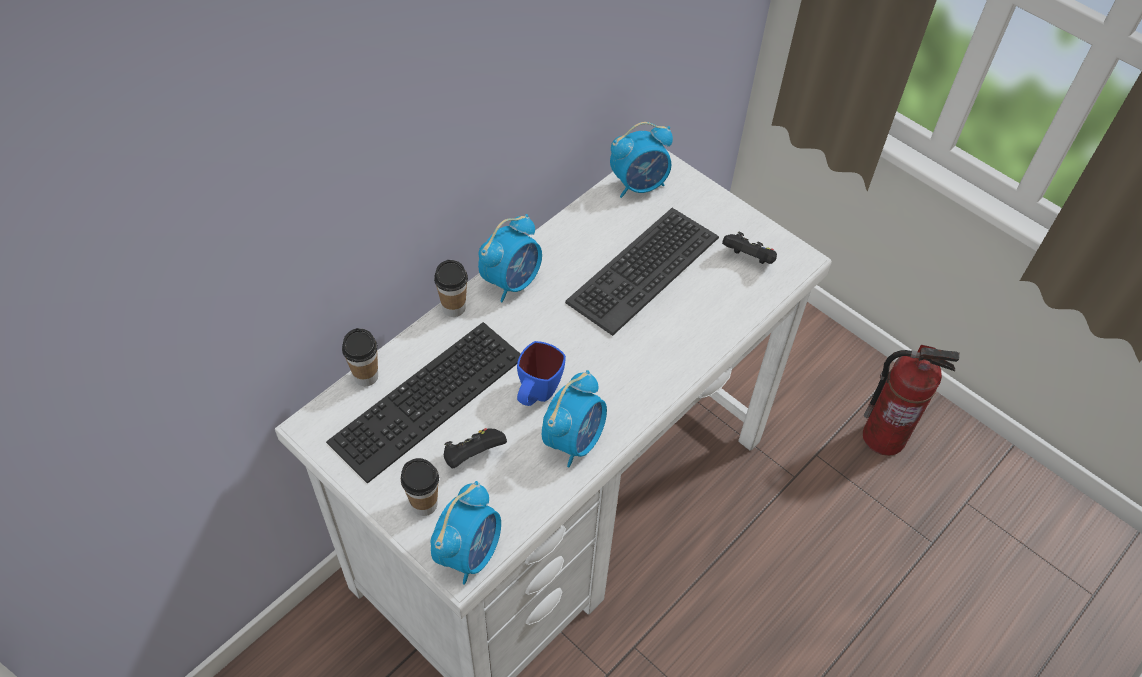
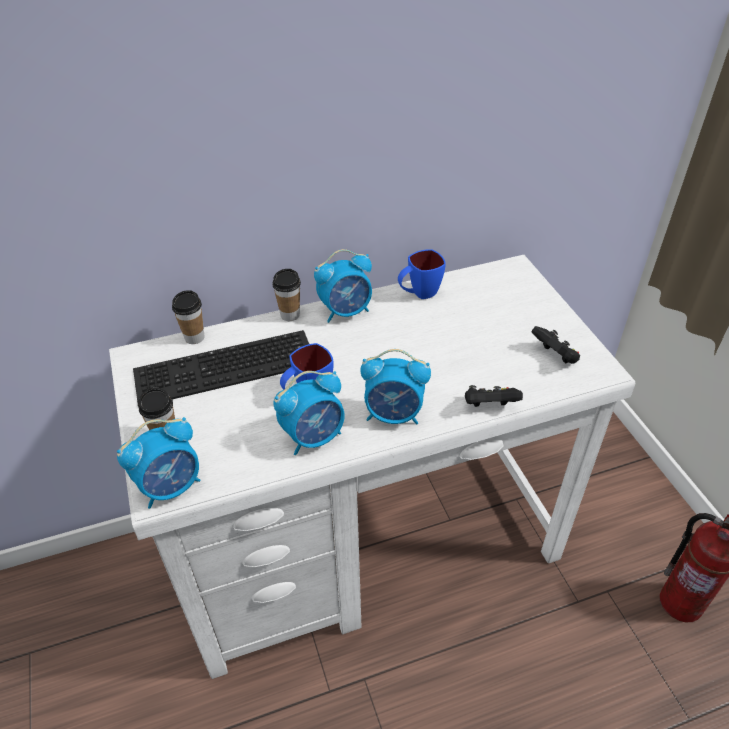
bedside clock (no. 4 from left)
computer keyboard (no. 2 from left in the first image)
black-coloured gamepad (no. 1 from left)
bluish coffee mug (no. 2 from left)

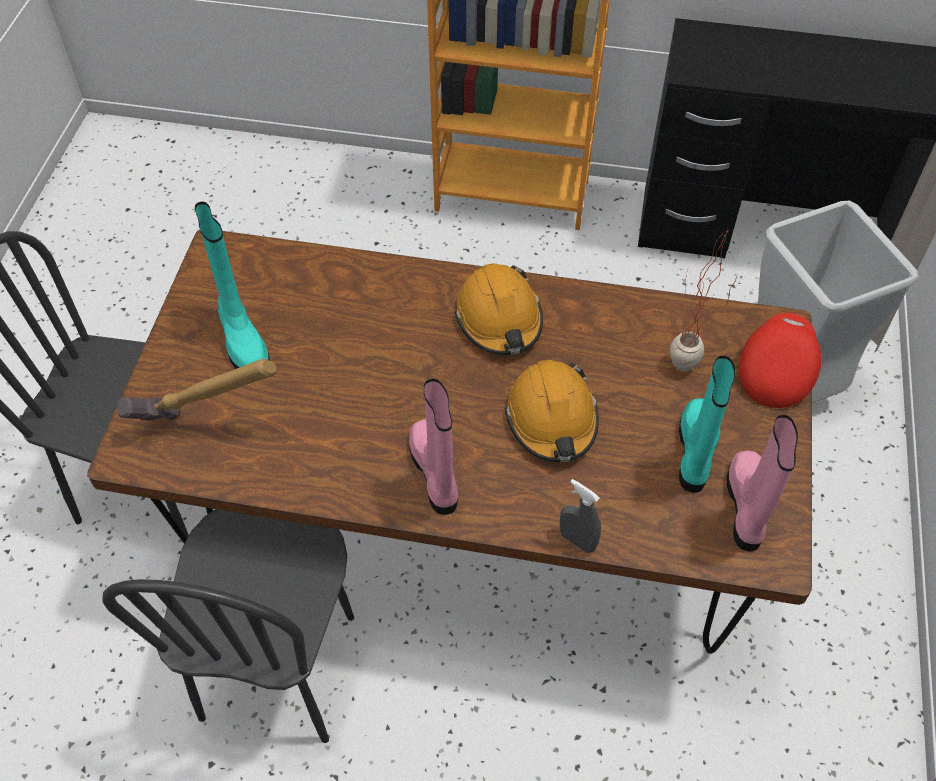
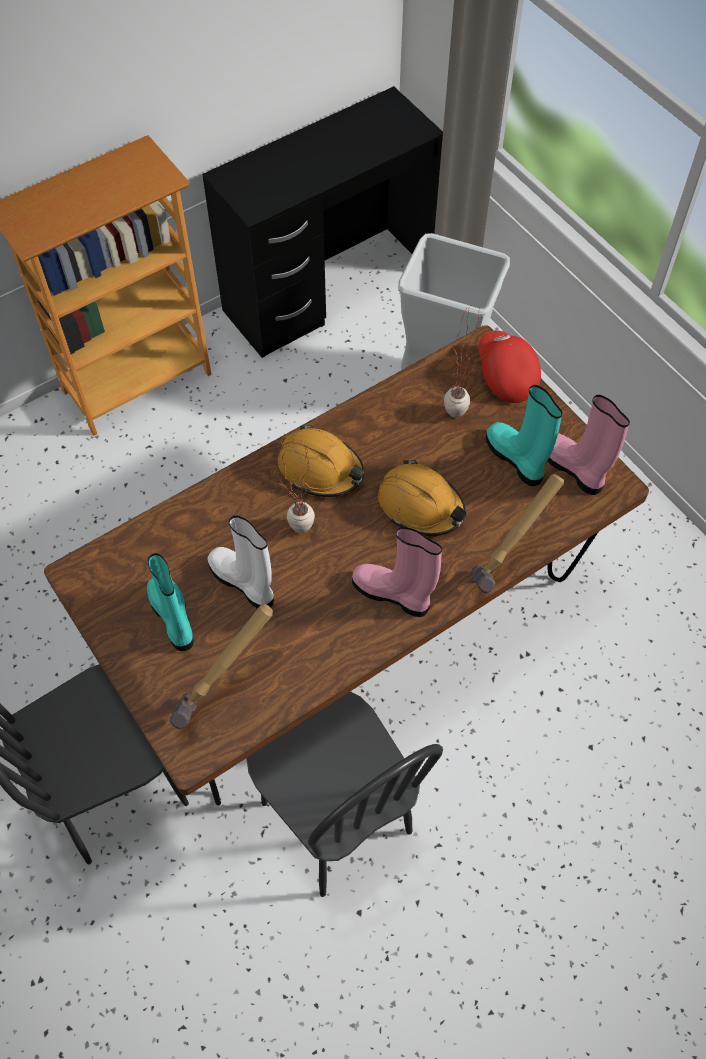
turquoise-coloured boot (no. 1 from left)
tool hammer (no. 2 from left)
potted plant (no. 1 from left)
whitish boot

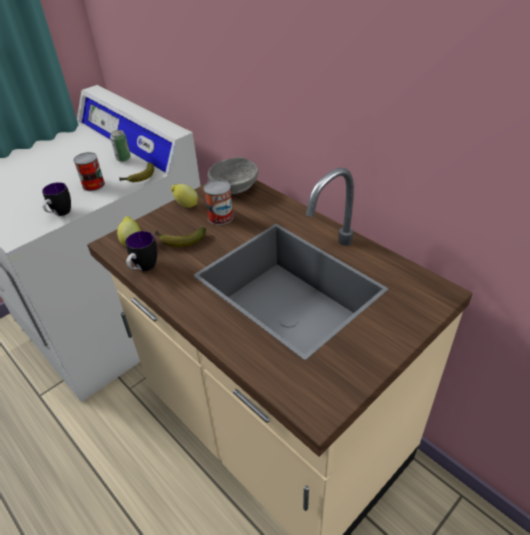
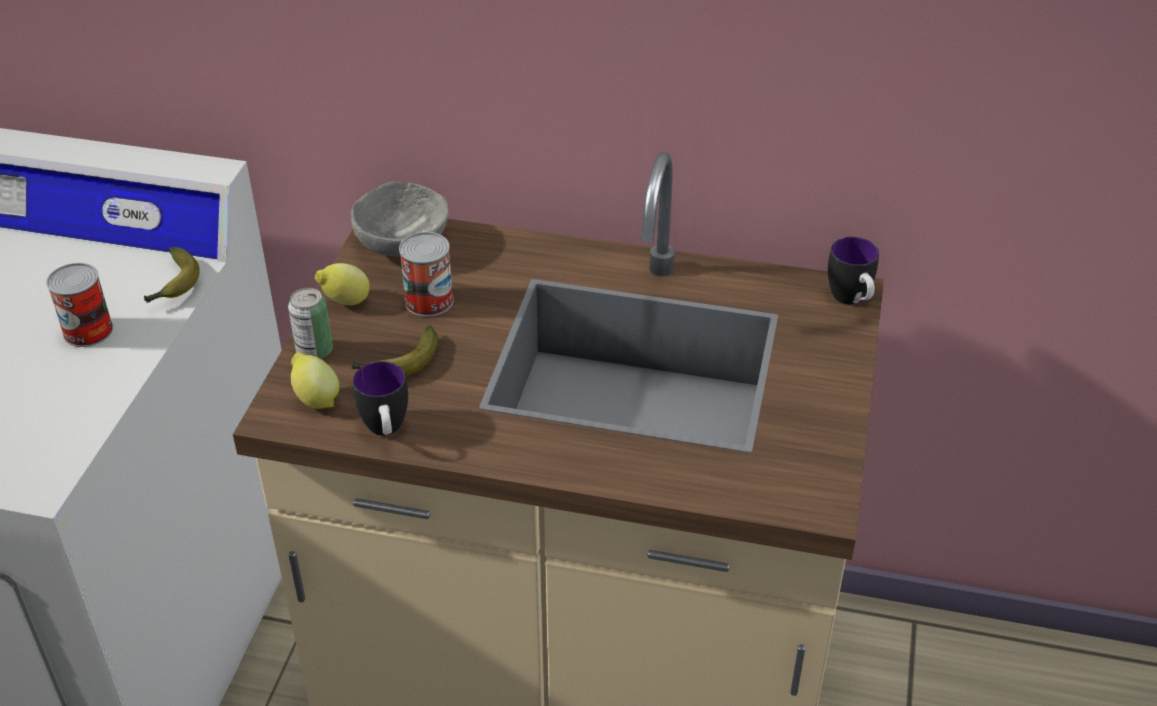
can (no. 2 from left)
coffee mug (no. 2 from left)

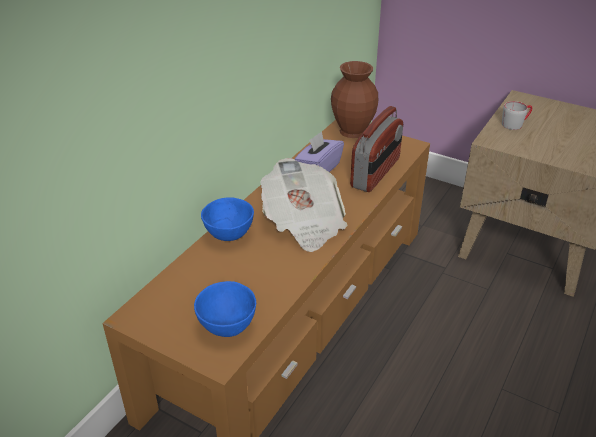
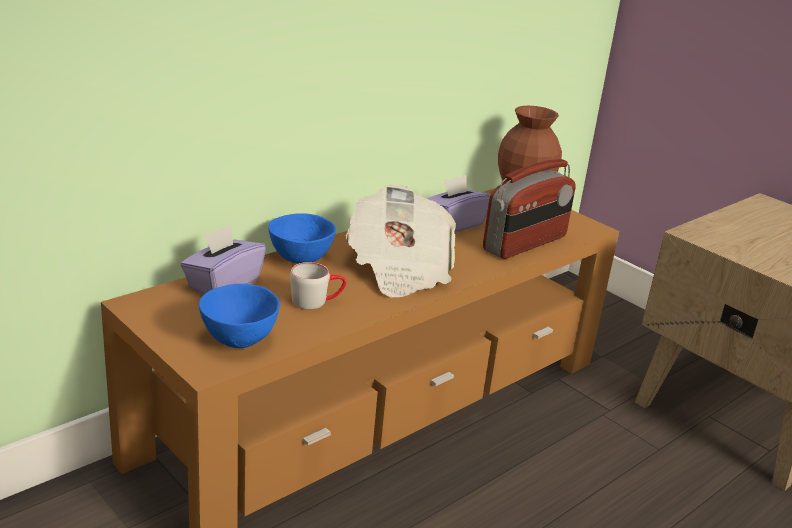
greyish coffee mug
purplish tissue holder (no. 1 from left)

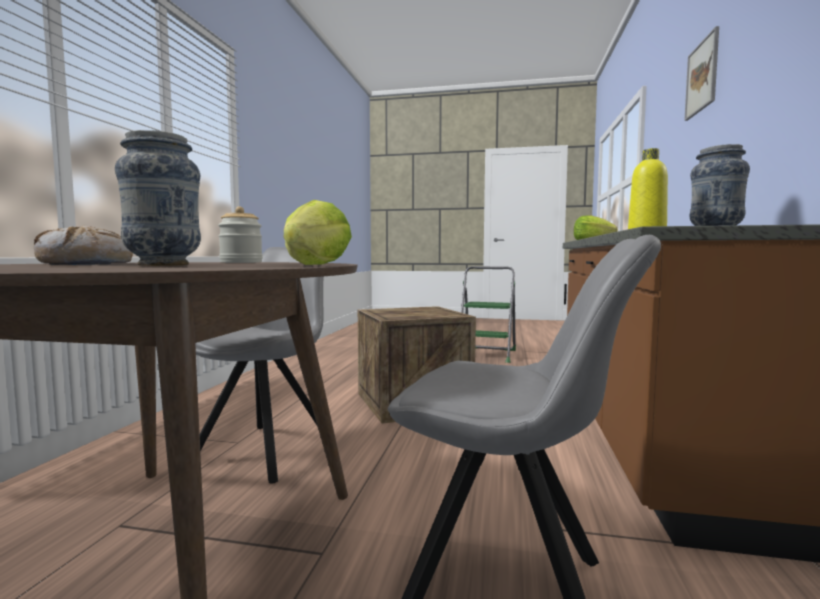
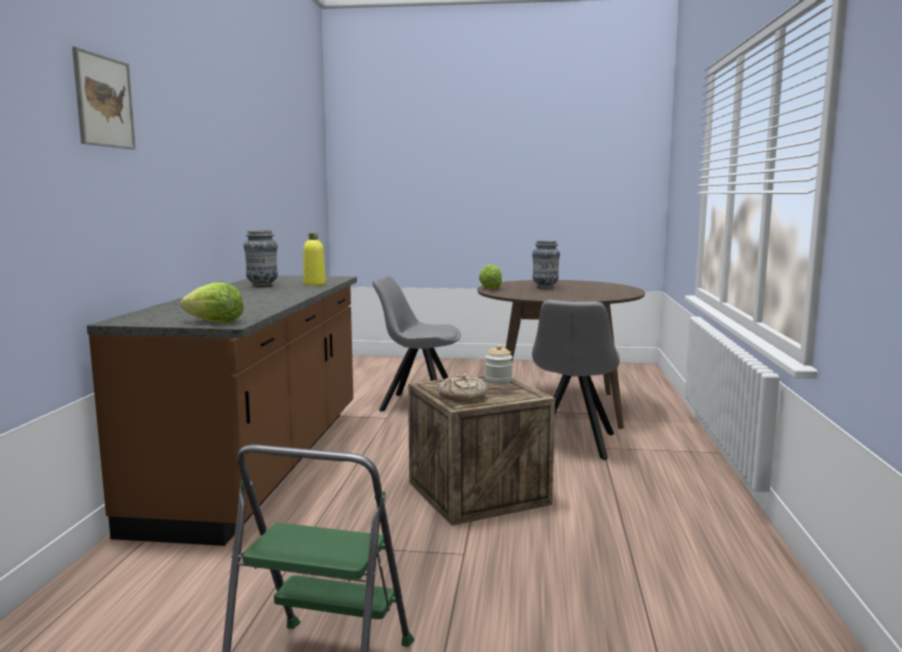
jar
baked bread

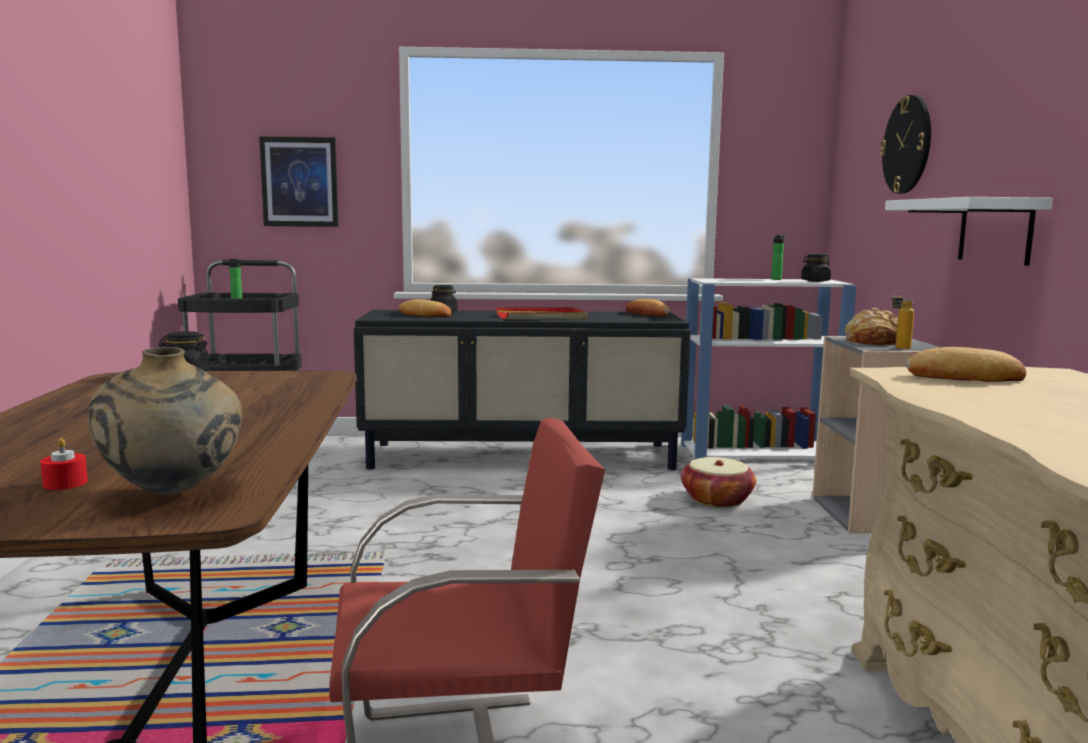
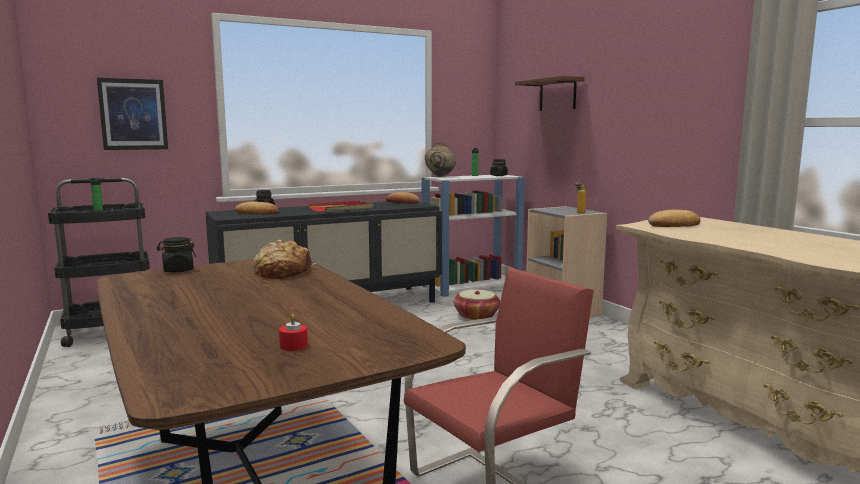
brownish shelf
whitish shelf
baked bread (no. 2 from left)
sand-coloured flower vase

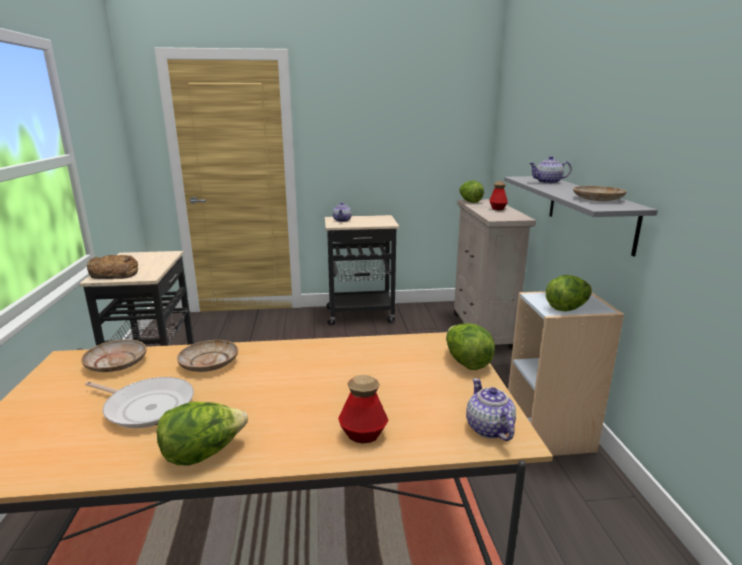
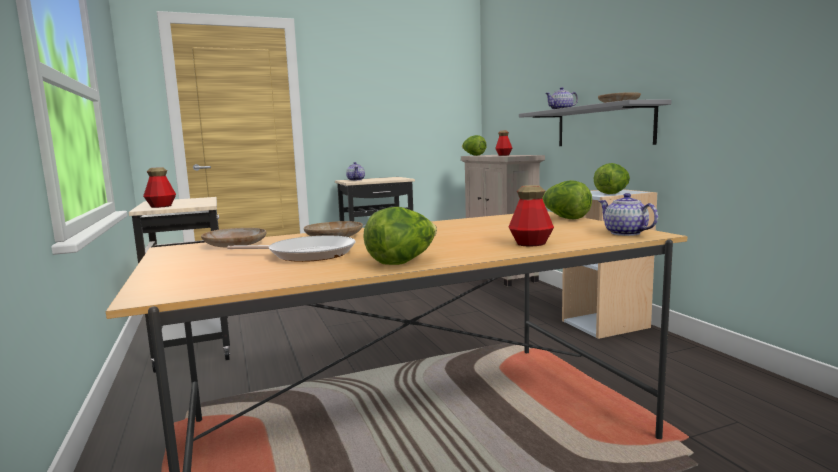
drink bottle (no. 1 from left)

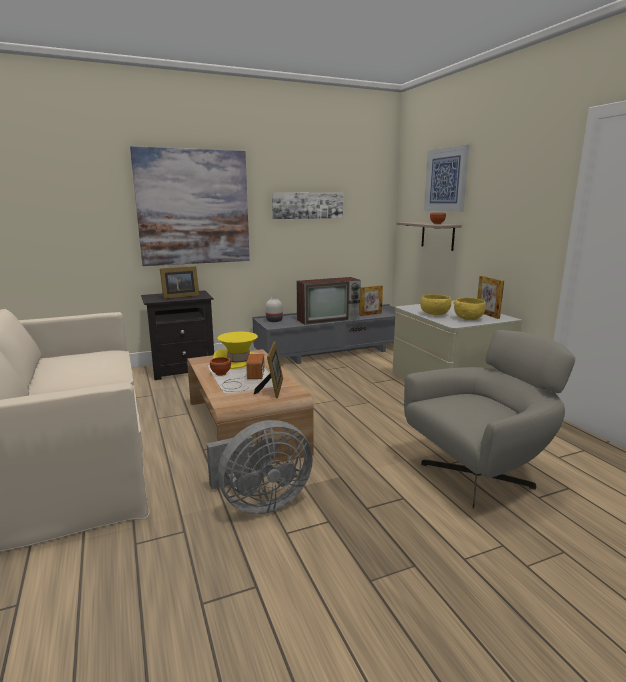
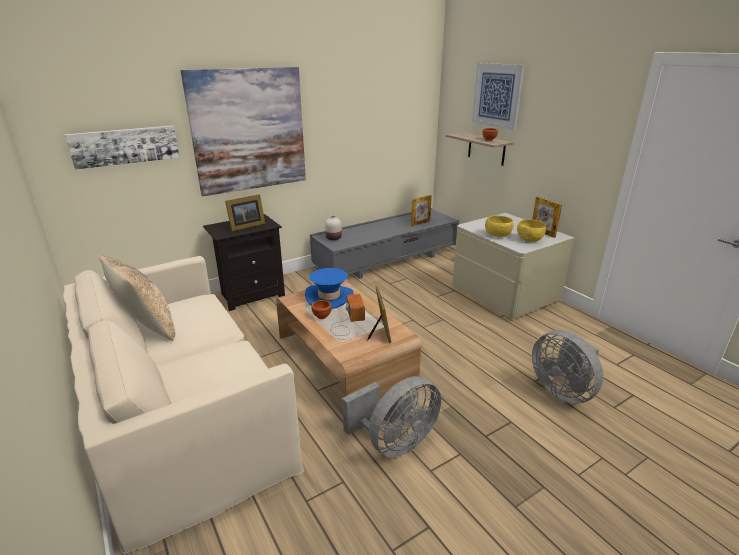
wall art (no. 1 from left)
TV
greyish fan (no. 2 from left)
bluish clothing hat
sand-coloured cushion

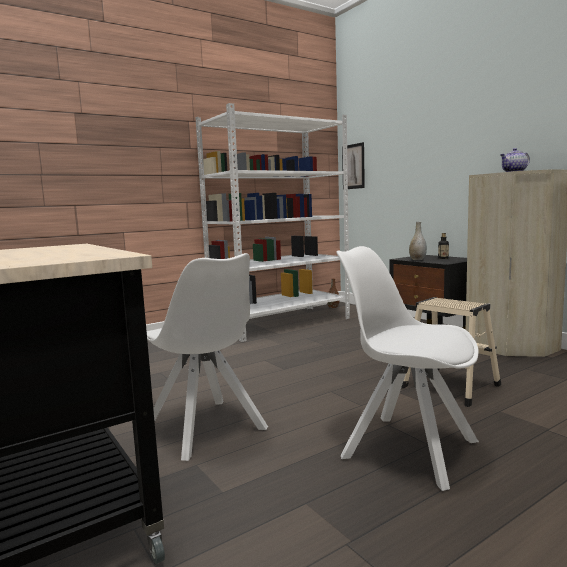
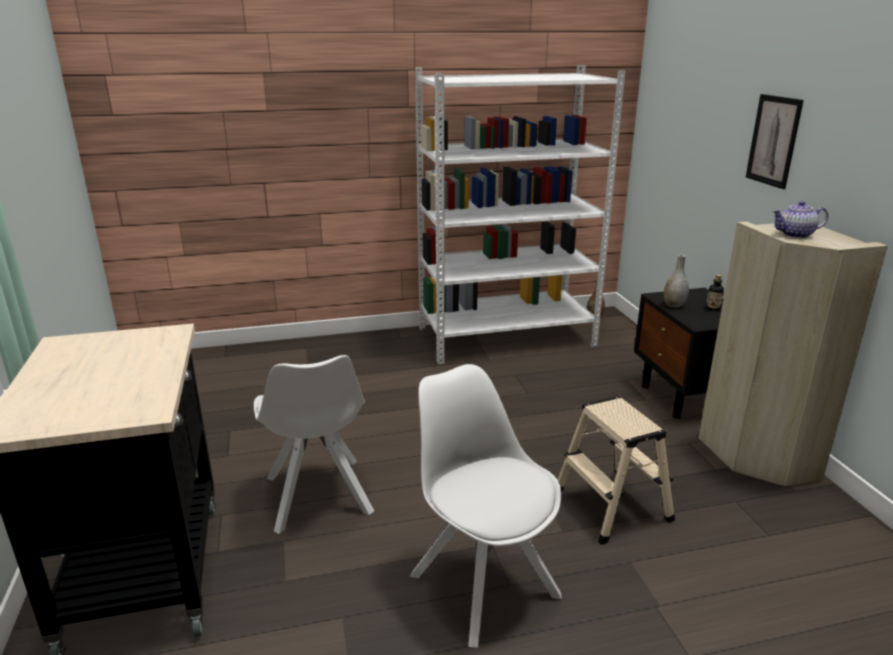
wall art

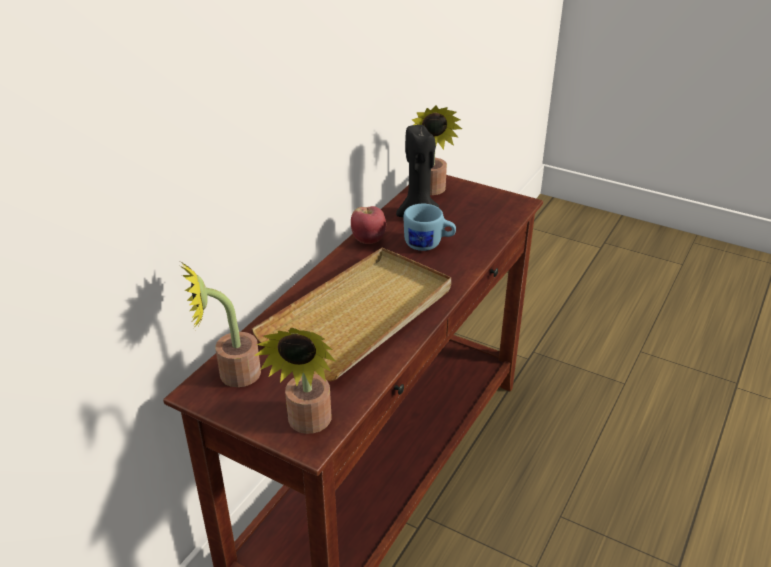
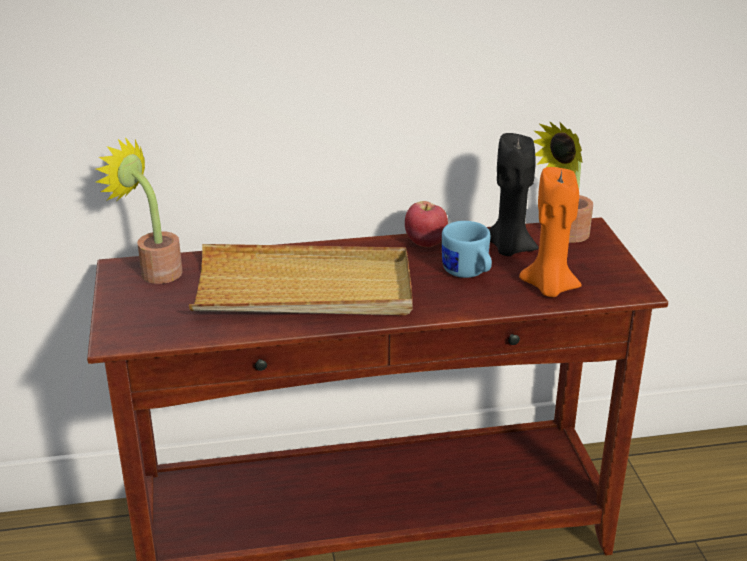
potted plant (no. 2 from left in the first image)
orange candle

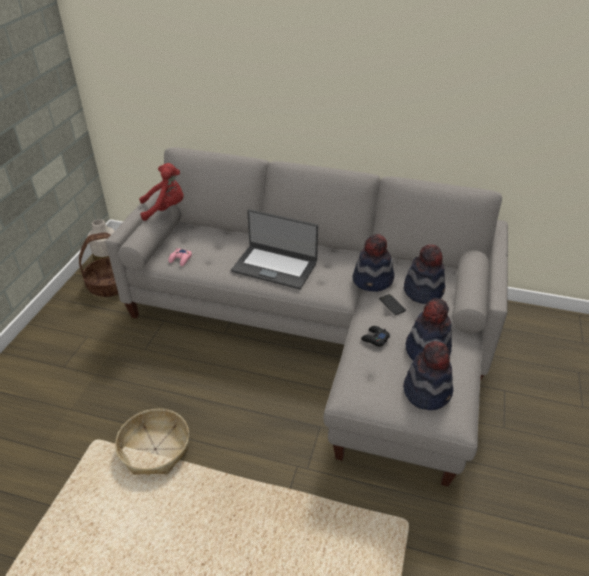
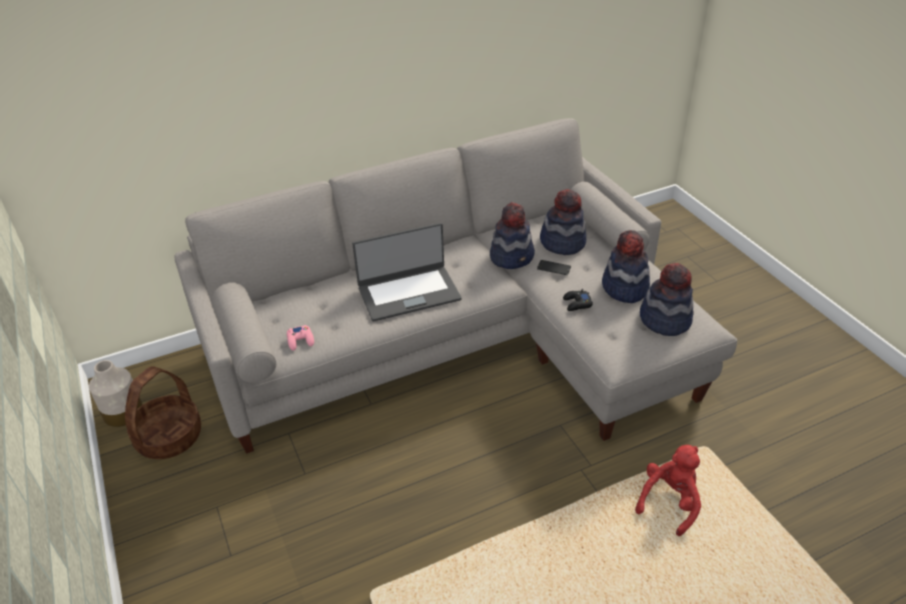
red-coloured plush toy
basket (no. 2 from left in the first image)

